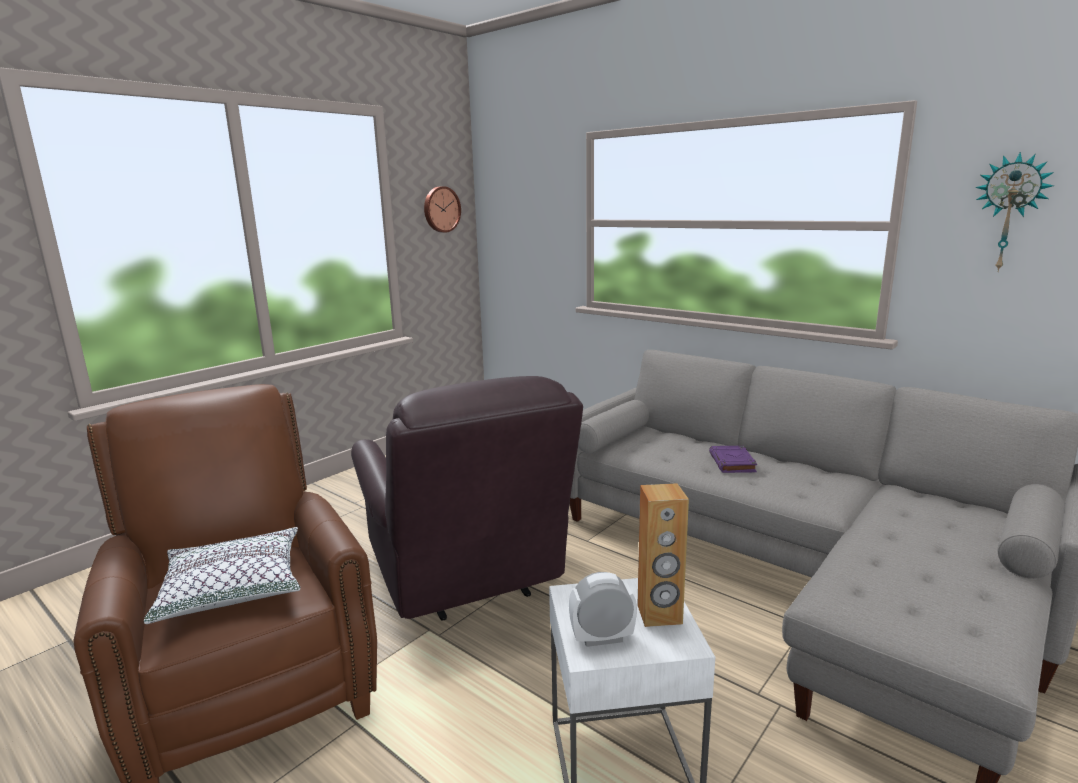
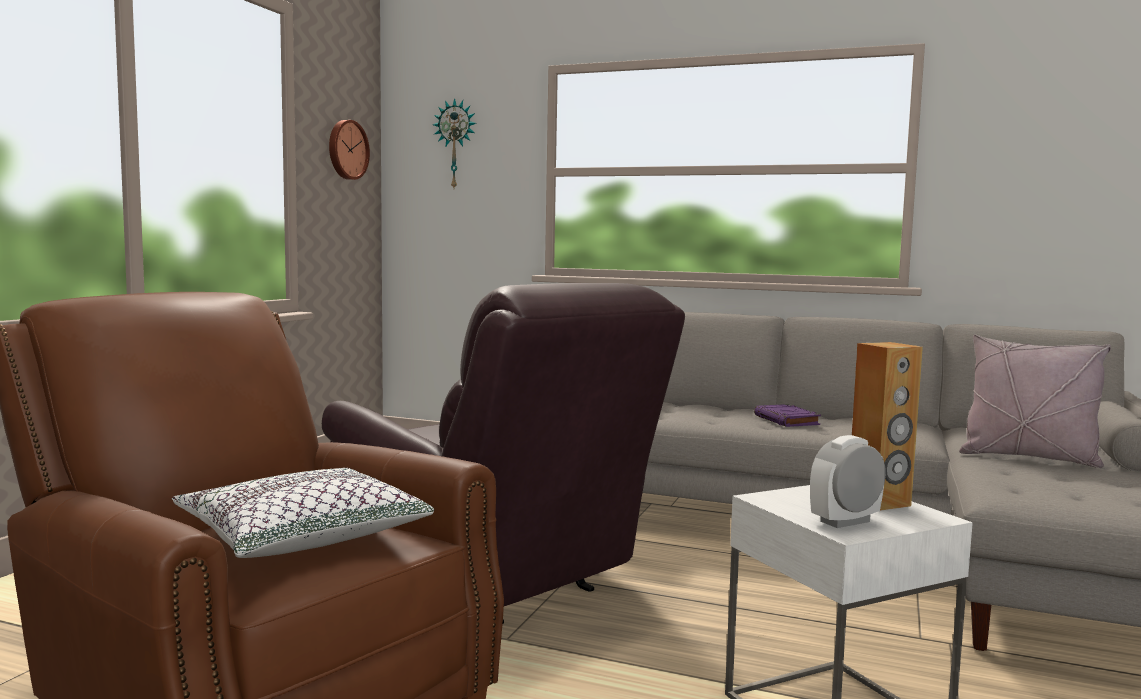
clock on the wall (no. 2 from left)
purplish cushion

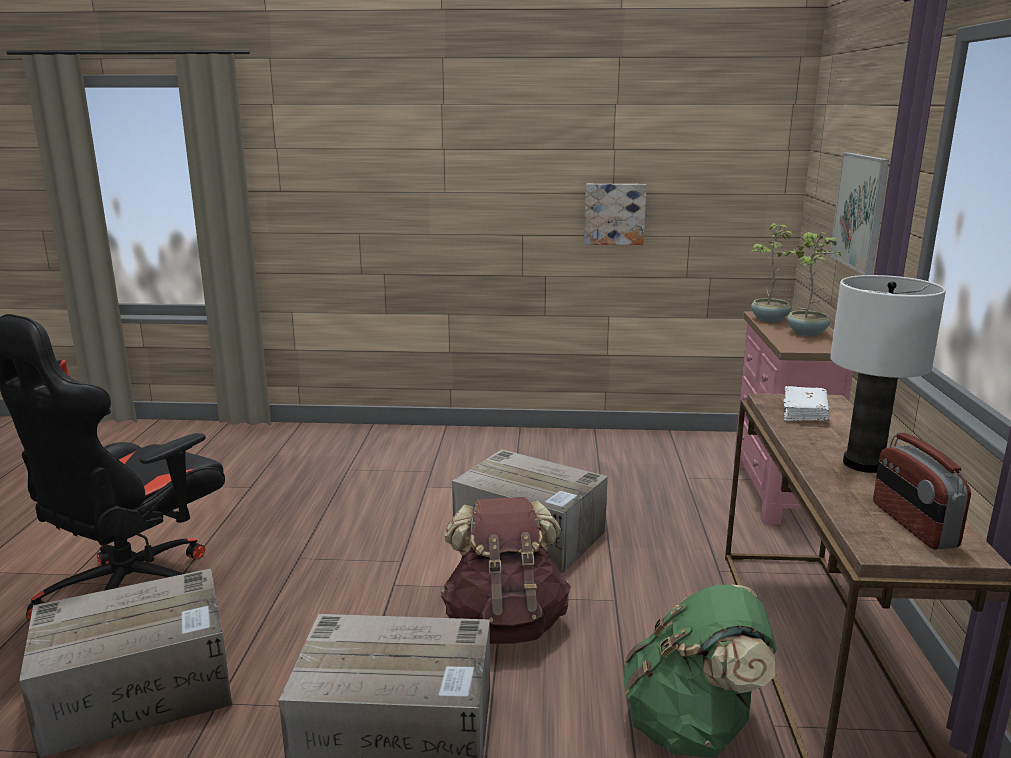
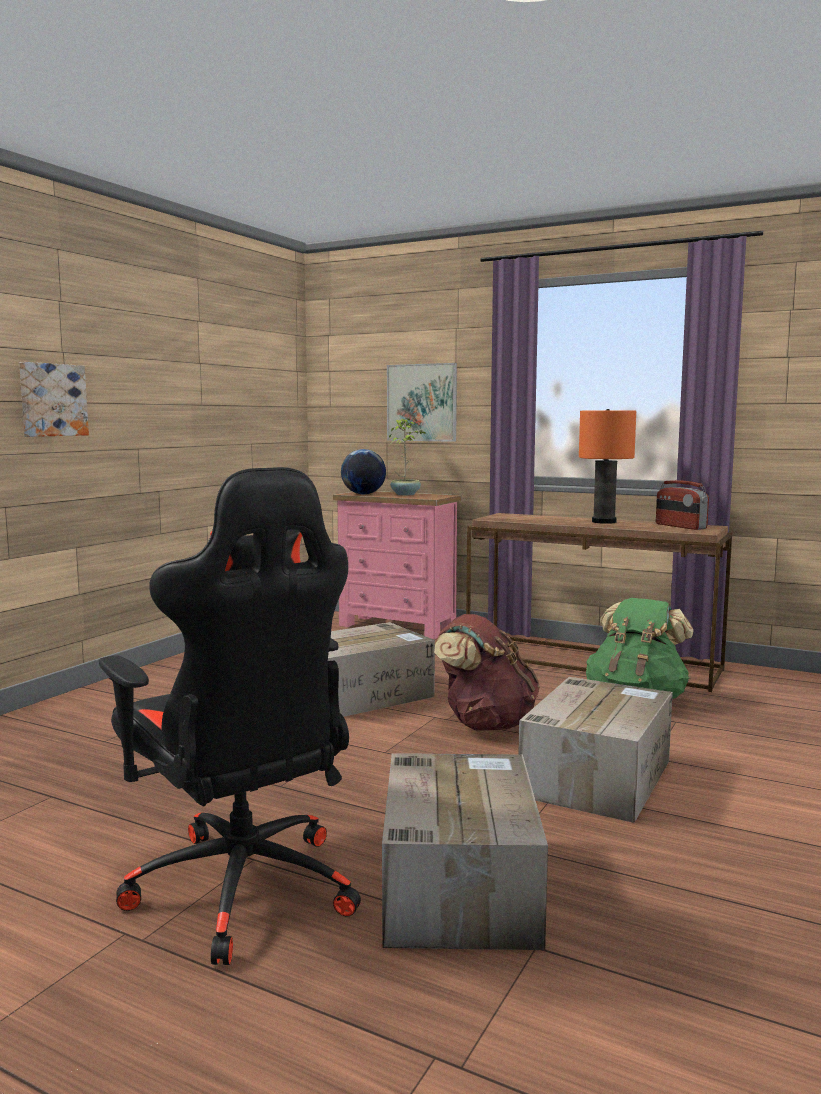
wall art (no. 1 from left)
globe
orange lamp for a table
whitish bound book
radio

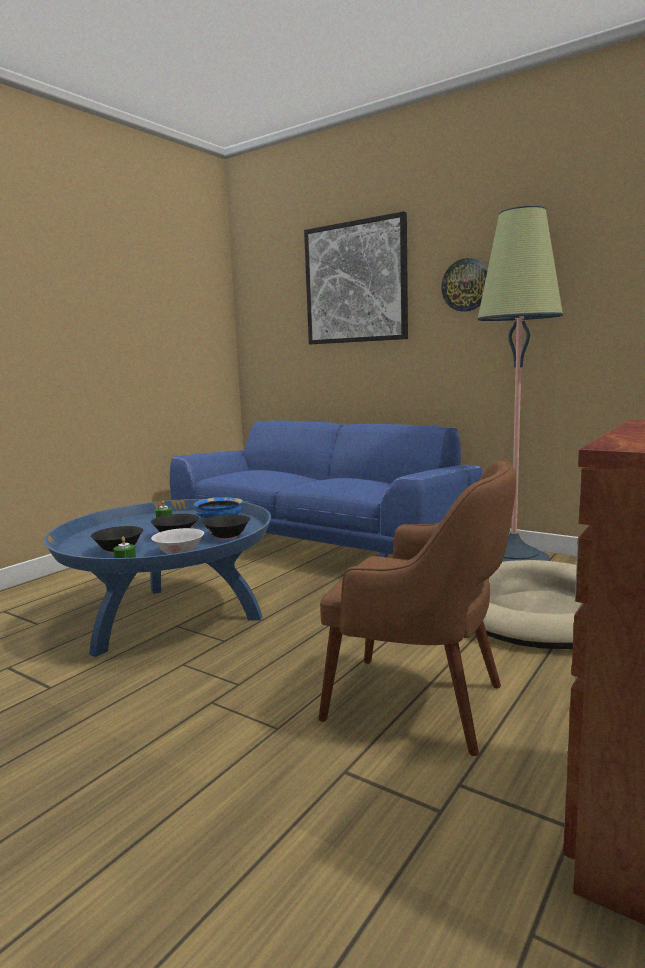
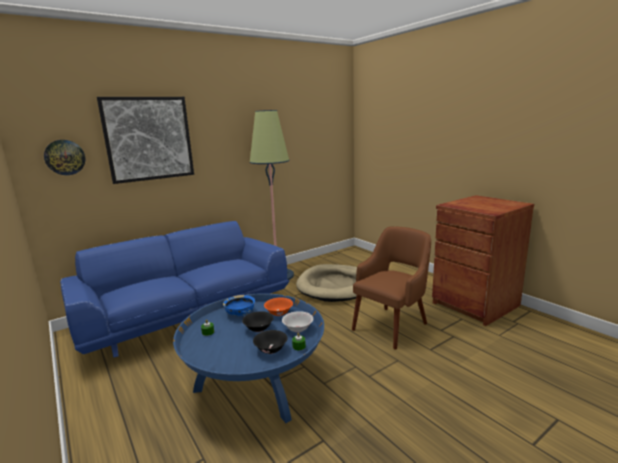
clock on the wall
orange bowl

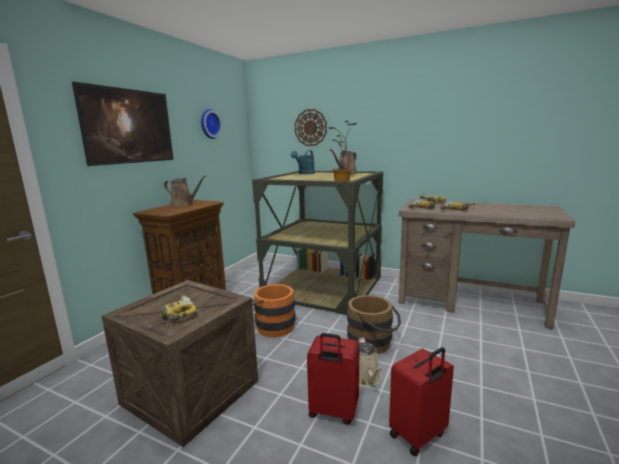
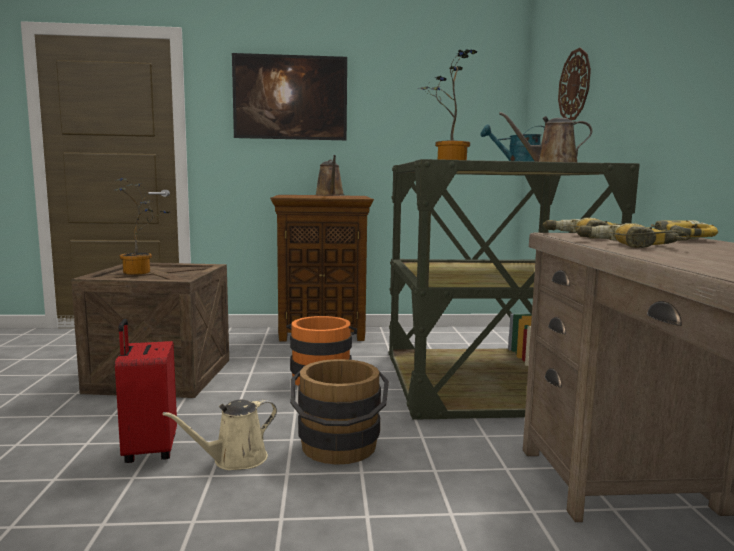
clock on the wall (no. 1 from left in the first image)
potted plant (no. 1 from left)
red-coloured piece of luggage (no. 2 from left in the first image)

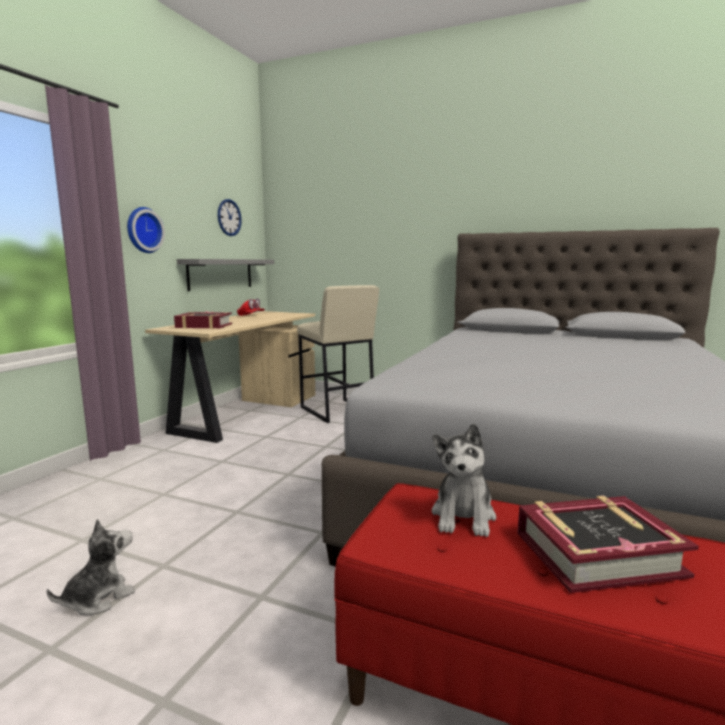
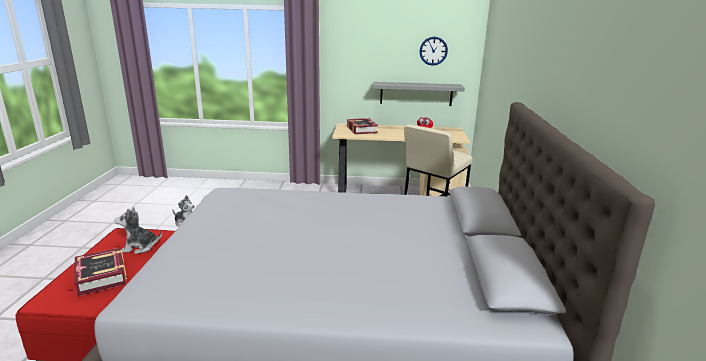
clock on the wall (no. 1 from left in the first image)

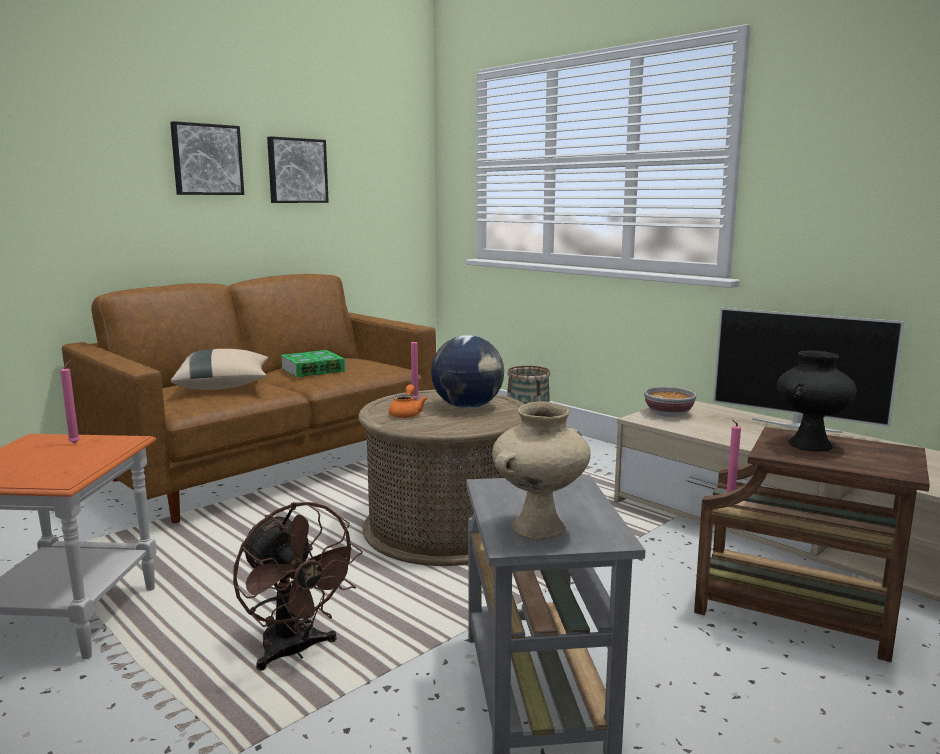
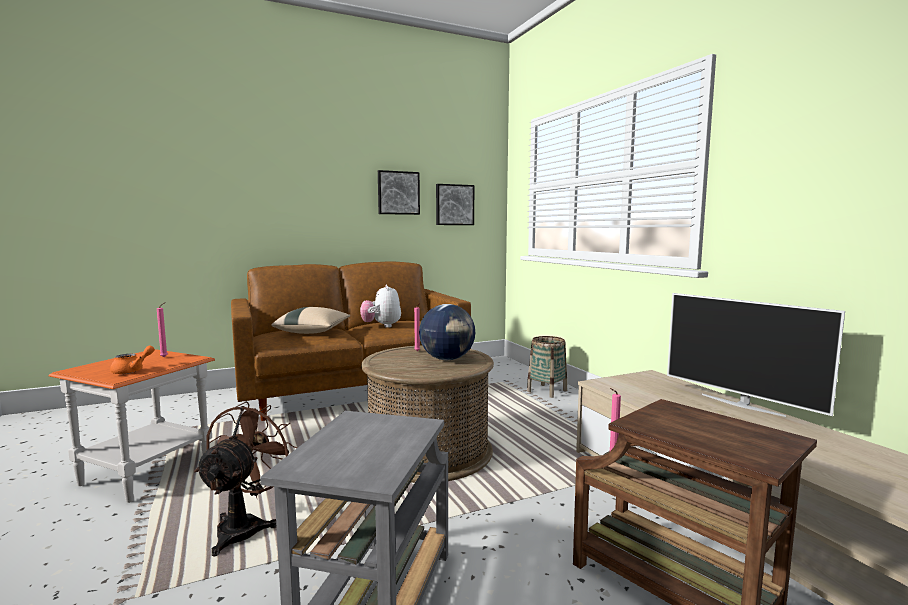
wall art (no. 2 from left)
plush toy
black-coloured flower vase
orange tea pot
bowl
sand-coloured flower vase
brownish fan

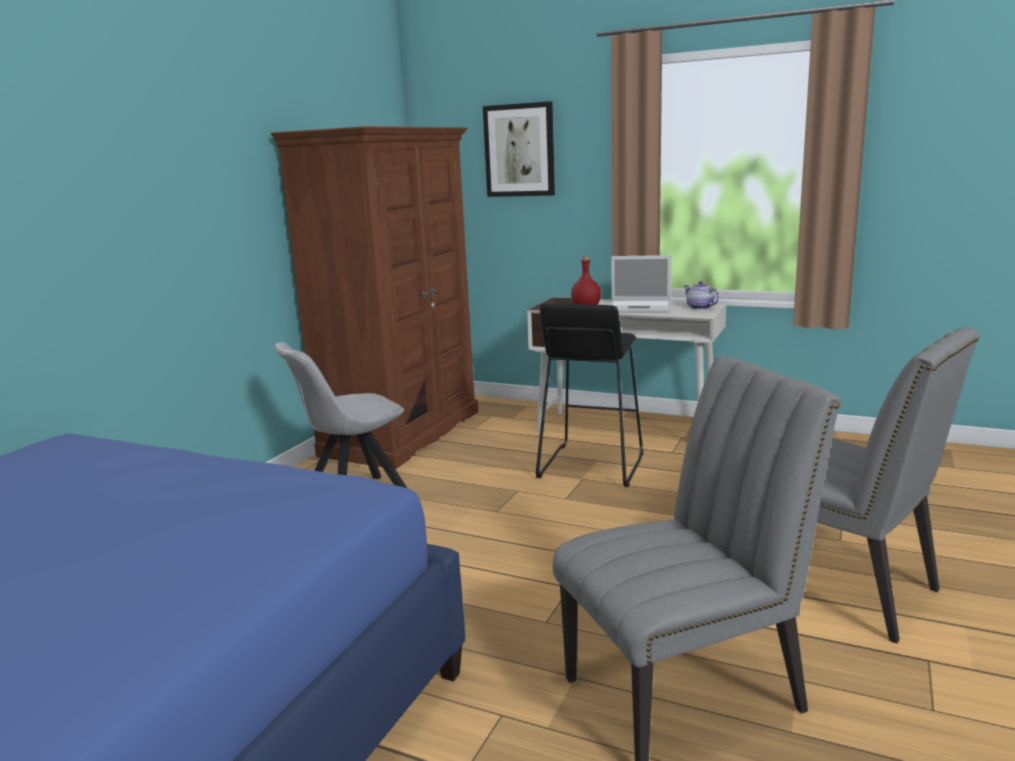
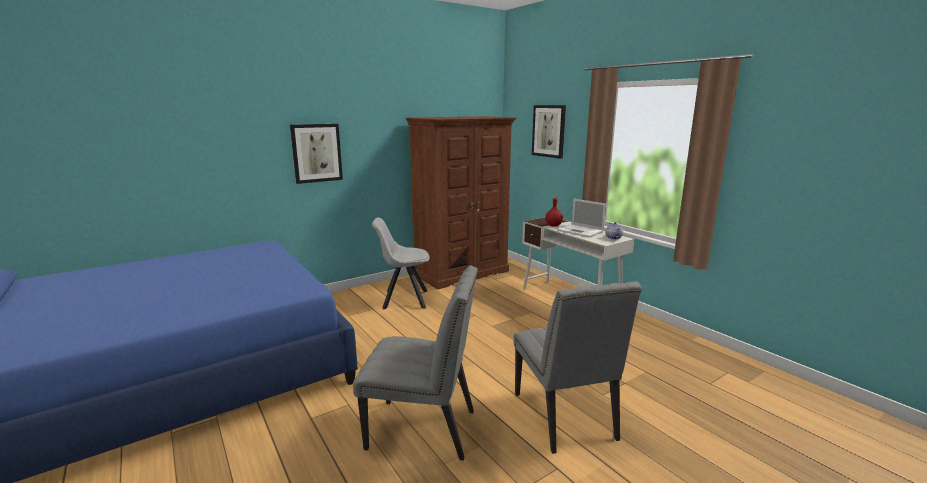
black-coloured sitting stool
wall art (no. 1 from left)

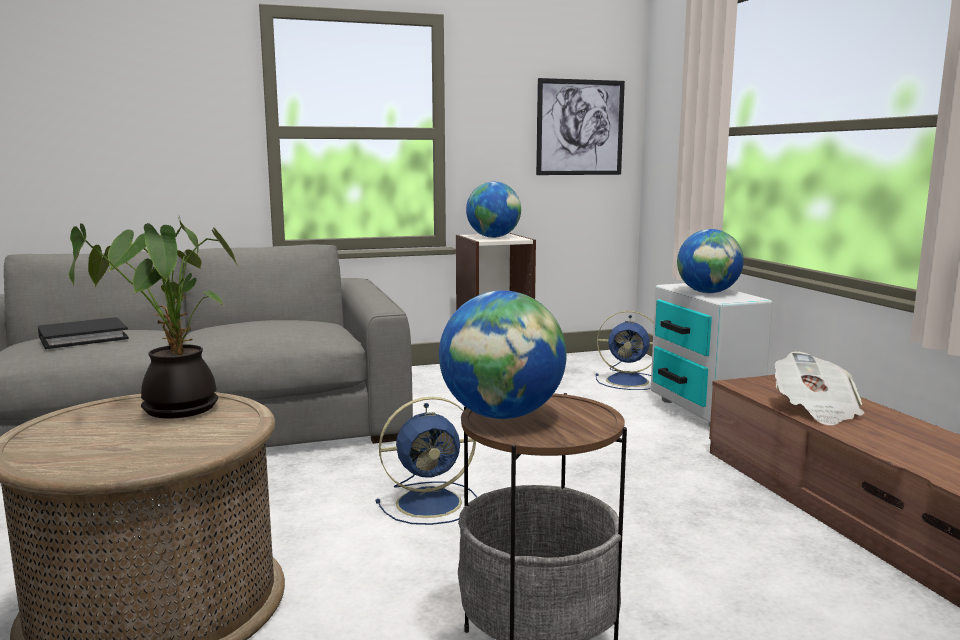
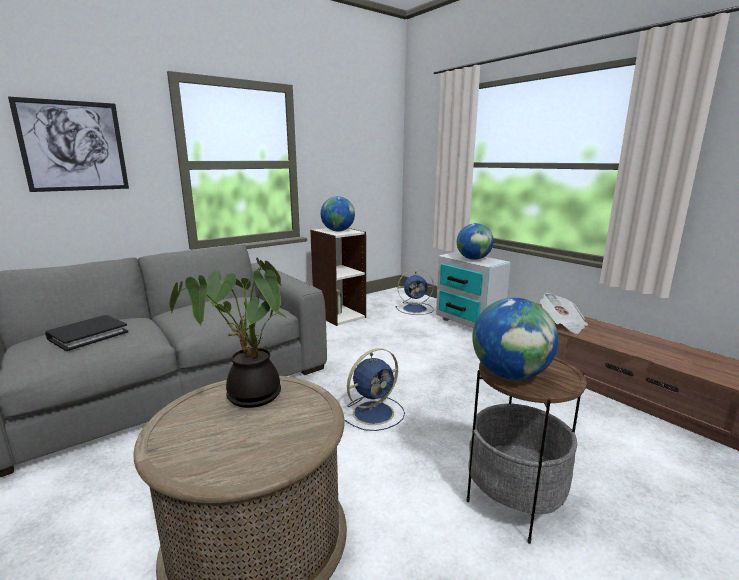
wall art

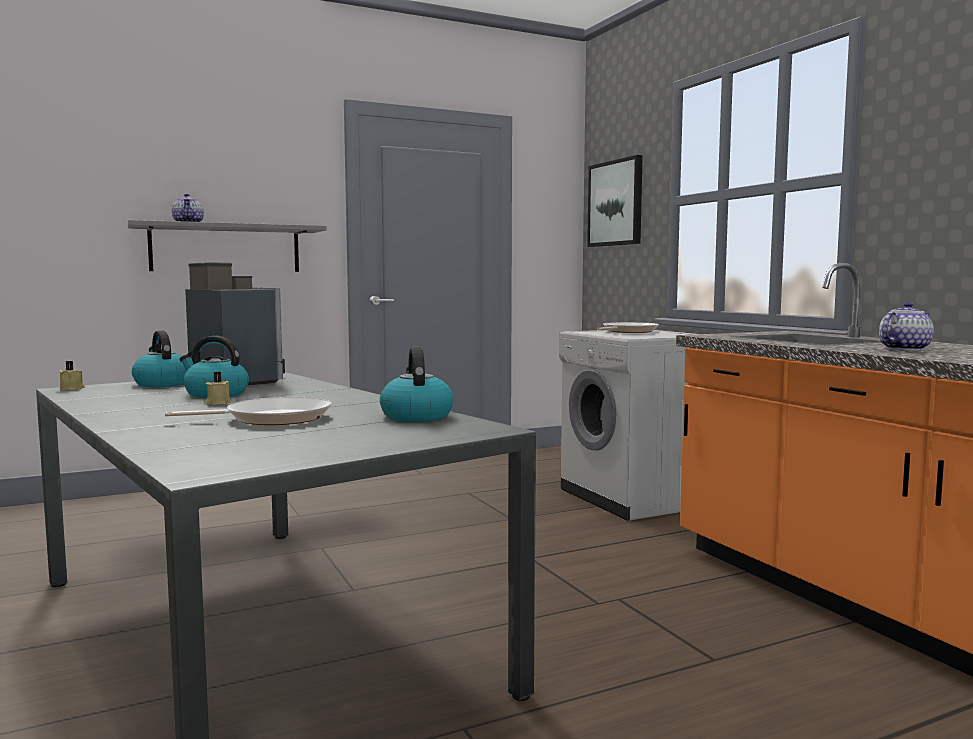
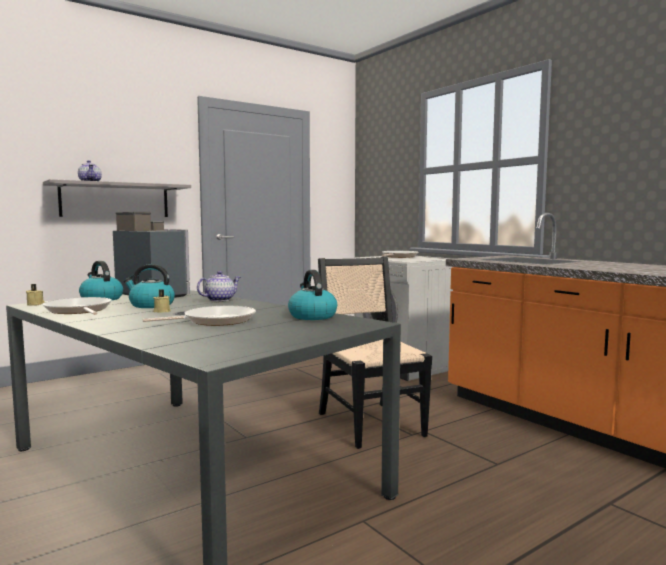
wall art
tea pot (no. 2 from left)
upright chair
frying pan (no. 1 from left)

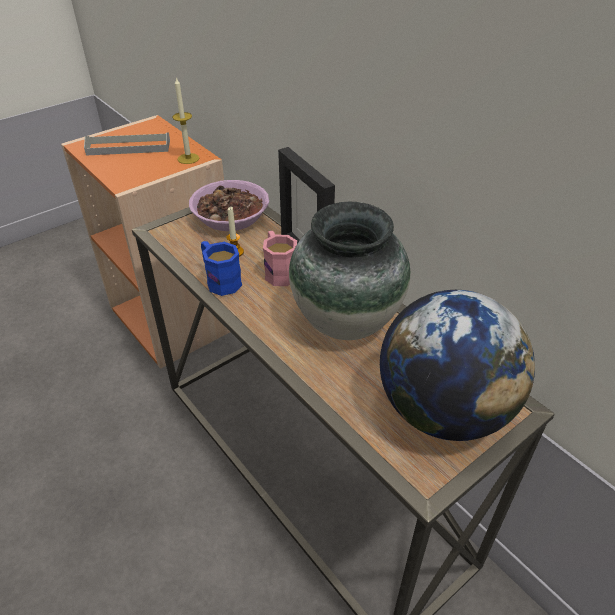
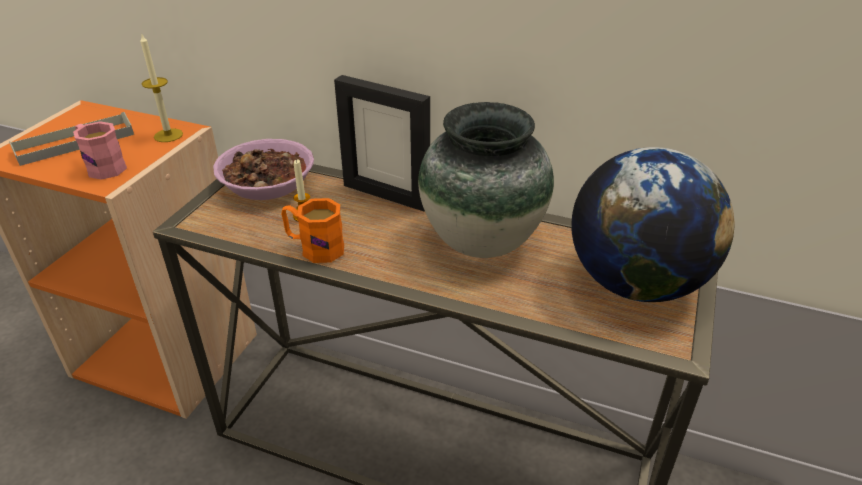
pink coffee mug
orange coffee mug

